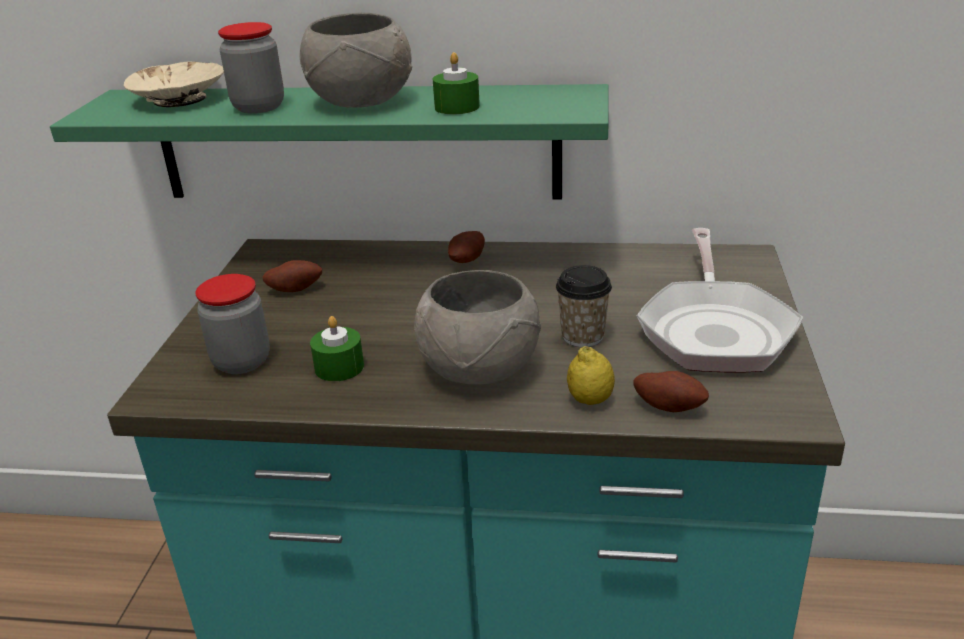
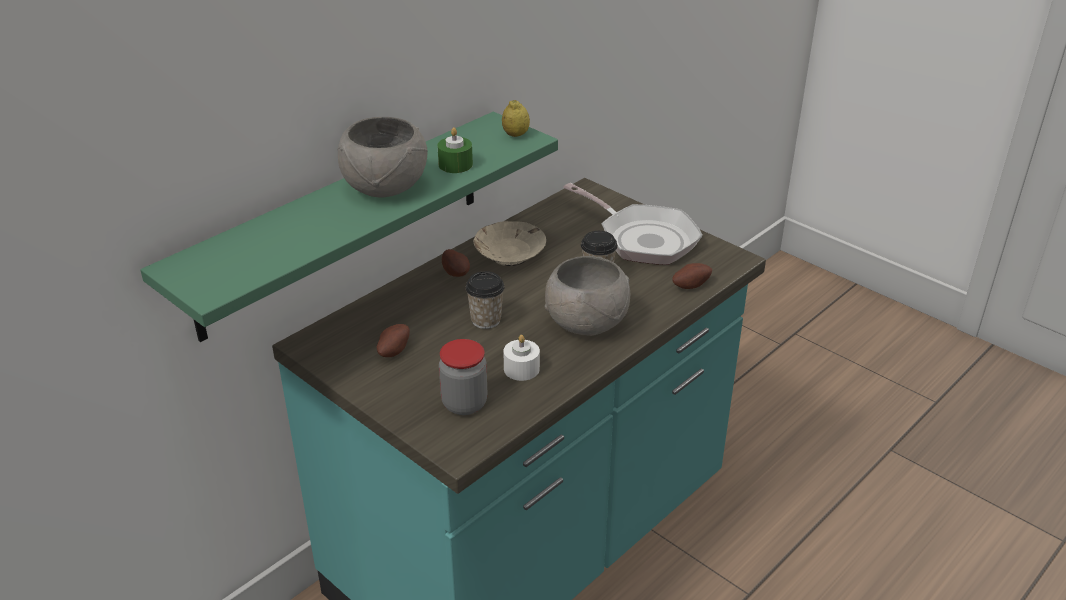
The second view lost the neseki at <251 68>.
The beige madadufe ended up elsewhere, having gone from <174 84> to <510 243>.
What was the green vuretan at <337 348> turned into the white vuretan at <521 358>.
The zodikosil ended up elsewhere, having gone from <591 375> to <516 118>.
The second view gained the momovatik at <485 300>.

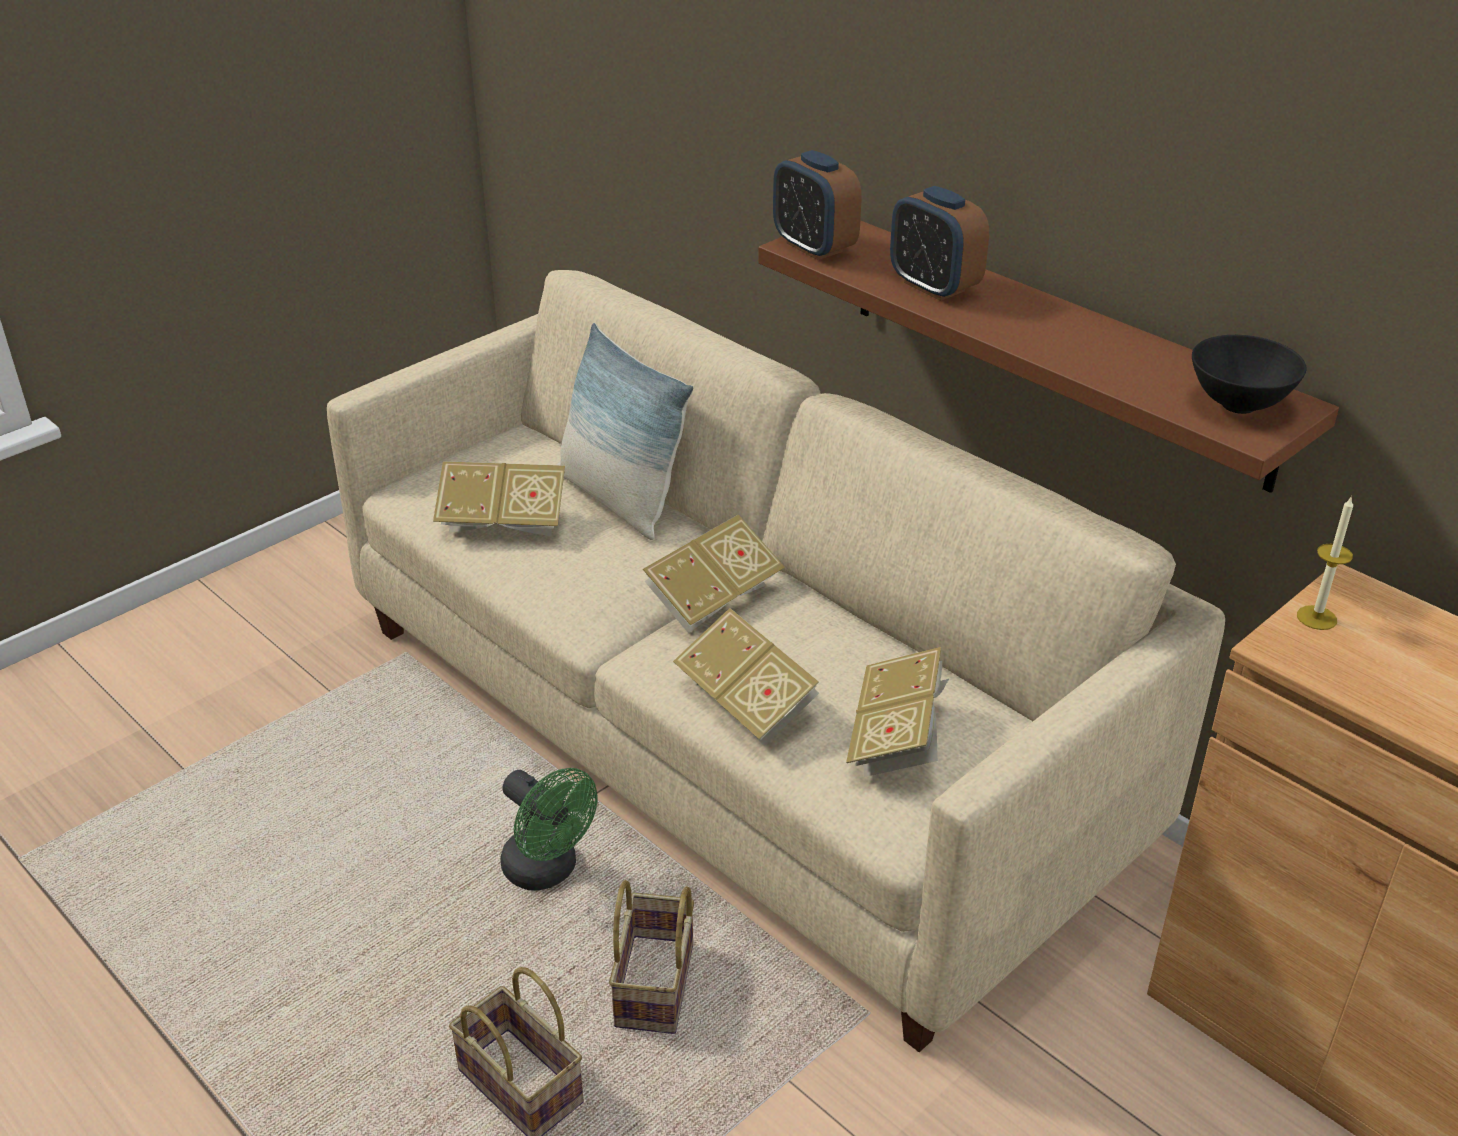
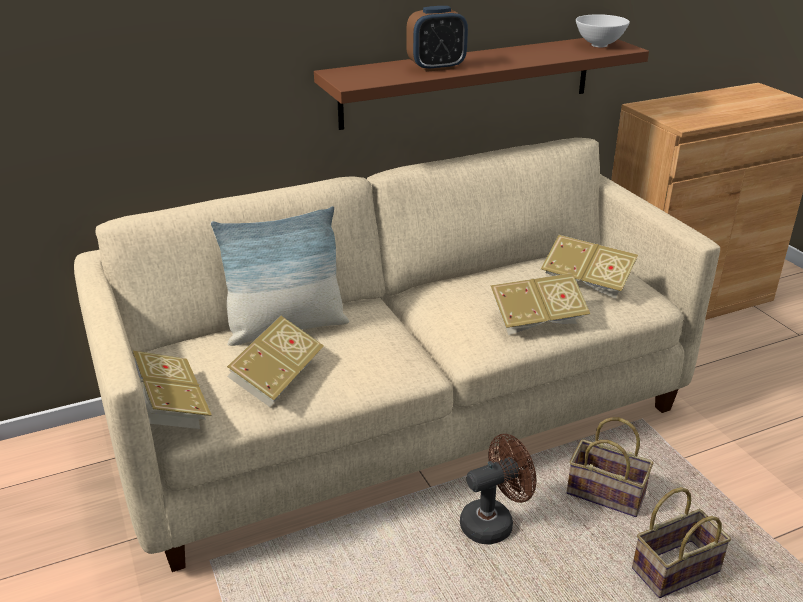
The second view lost the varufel at <817 205>.
What was the black madadufe at <1249 374> turned into the white madadufe at <603 30>.
The second view lost the vuretan at <1325 563>.
The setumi ended up elsewhere, having gone from <714 574> to <172 390>.
What was the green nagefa at <549 829> turned into the brown nagefa at <498 489>.

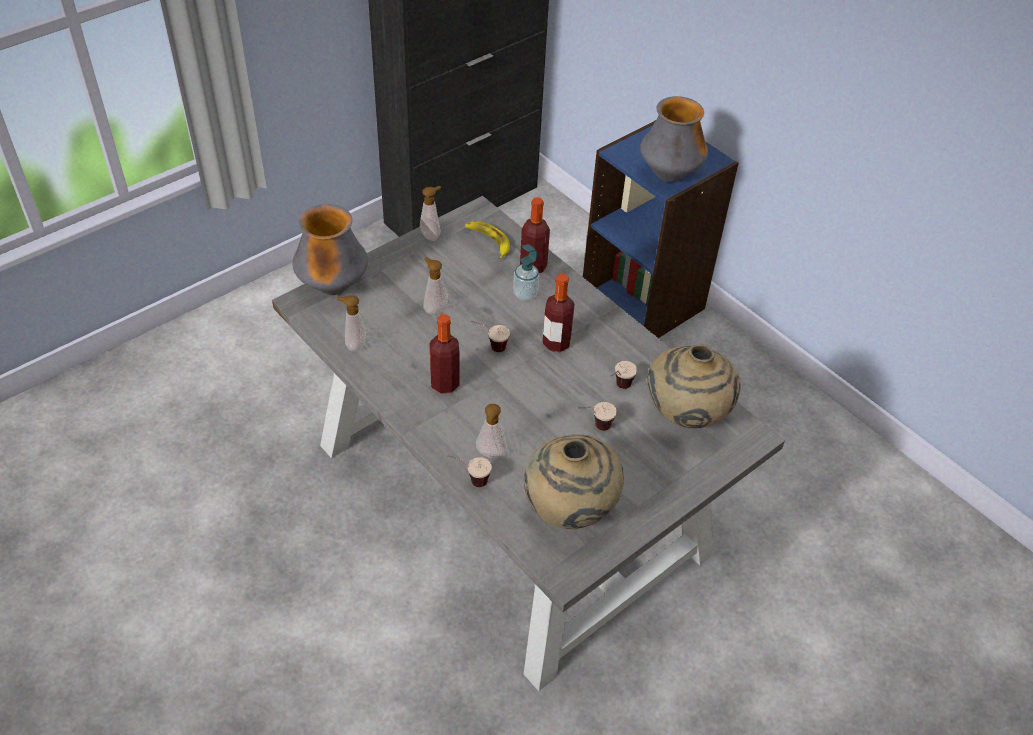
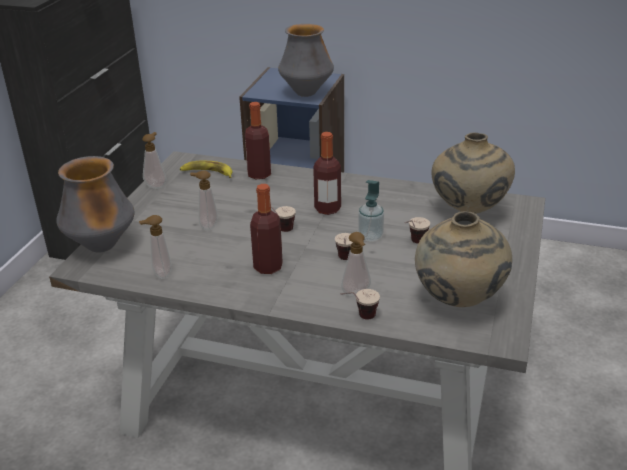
The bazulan ended up elsewhere, having gone from <526 272> to <371 211>.
The momovatik ended up elsewhere, having gone from <624 375> to <344 246>.

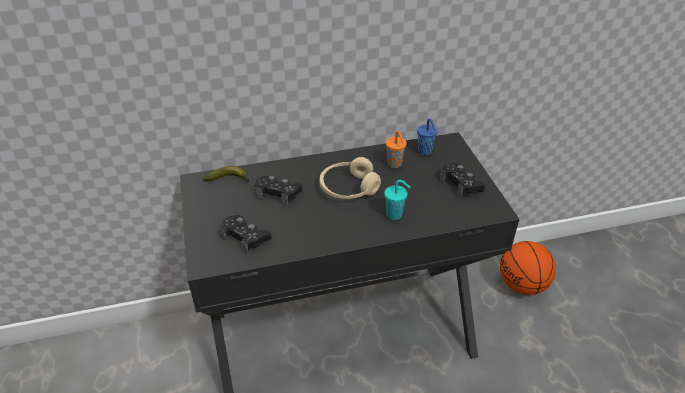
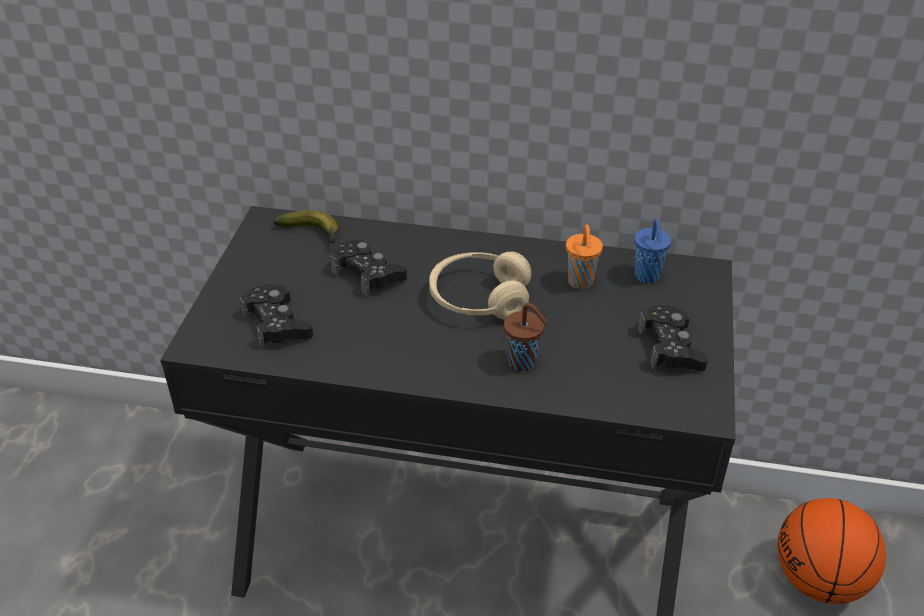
What was the turquoise momovatik at <397 200> turned into the brown momovatik at <525 337>.

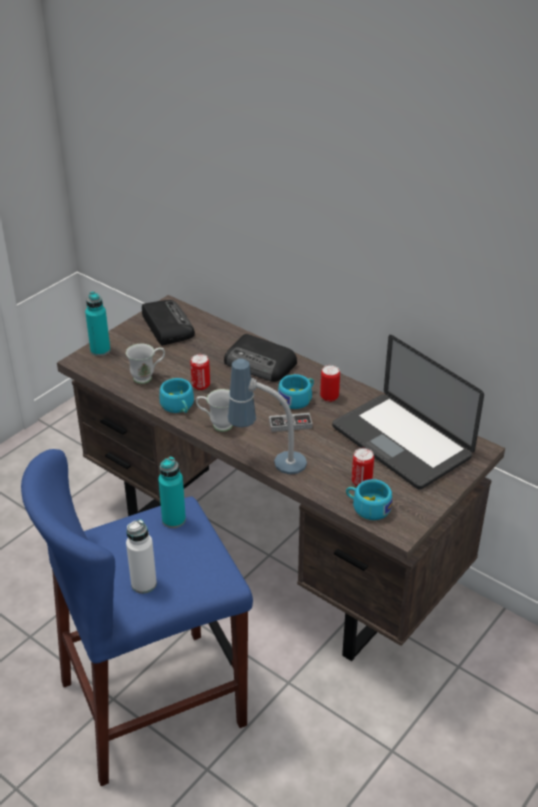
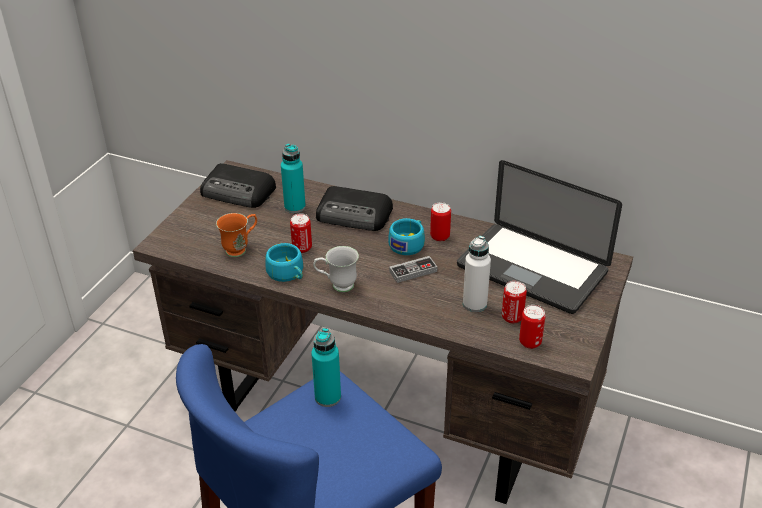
The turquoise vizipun ended up elsewhere, having gone from <97 323> to <293 178>.
The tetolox at <168 323> ended up facing another way, 150 degrees clockwise from before.
What was the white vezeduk at <145 364> turned into the orange vezeduk at <236 235>.
The second view lost the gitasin at <267 416>.
Where the turquoise momovatik stood at <369 499>, the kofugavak came to stand at <532 327>.
The white vizipun ended up elsewhere, having gone from <141 556> to <477 274>.

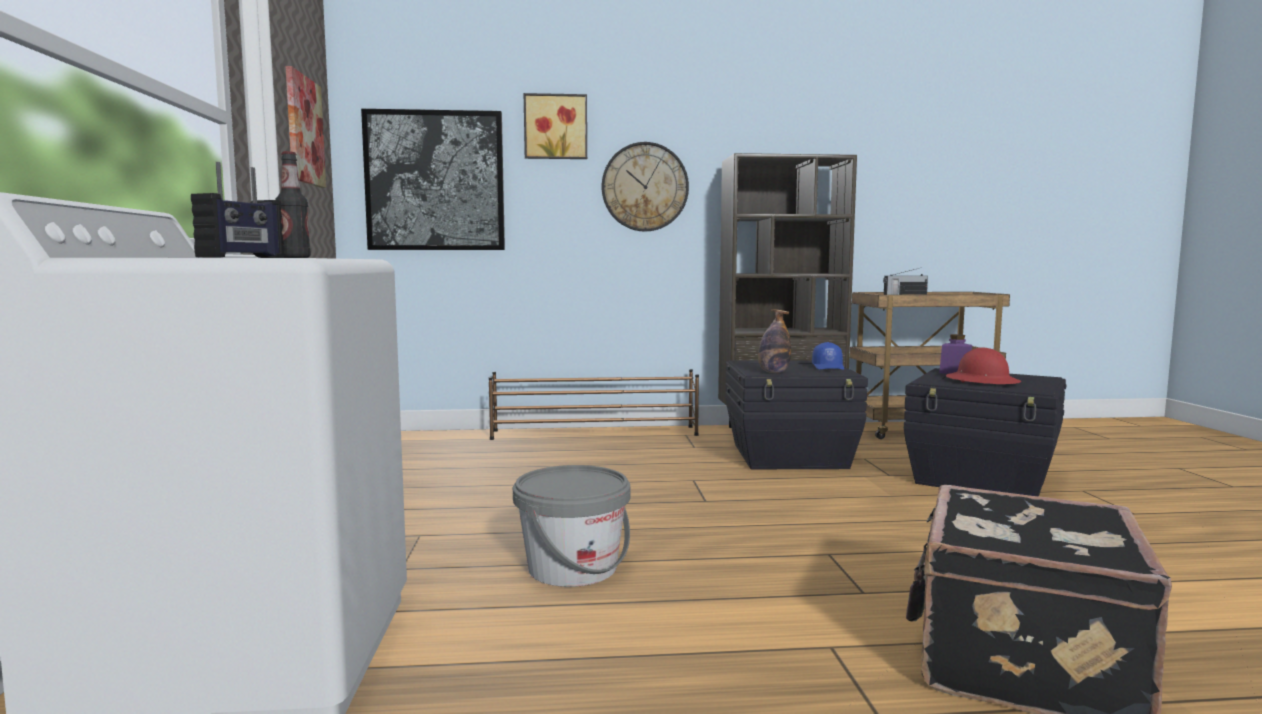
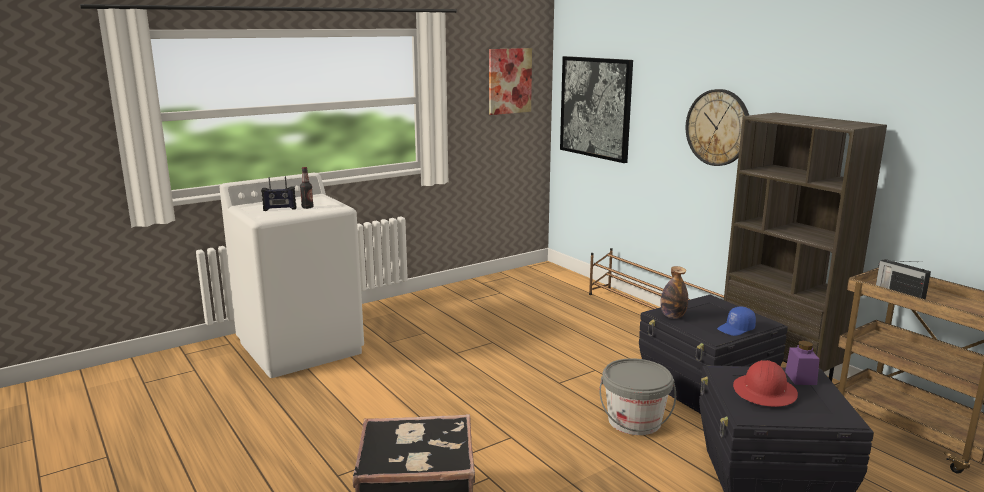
The second view lost the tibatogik at <555 126>.
The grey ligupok ended up elsewhere, having gone from <571 526> to <637 396>.

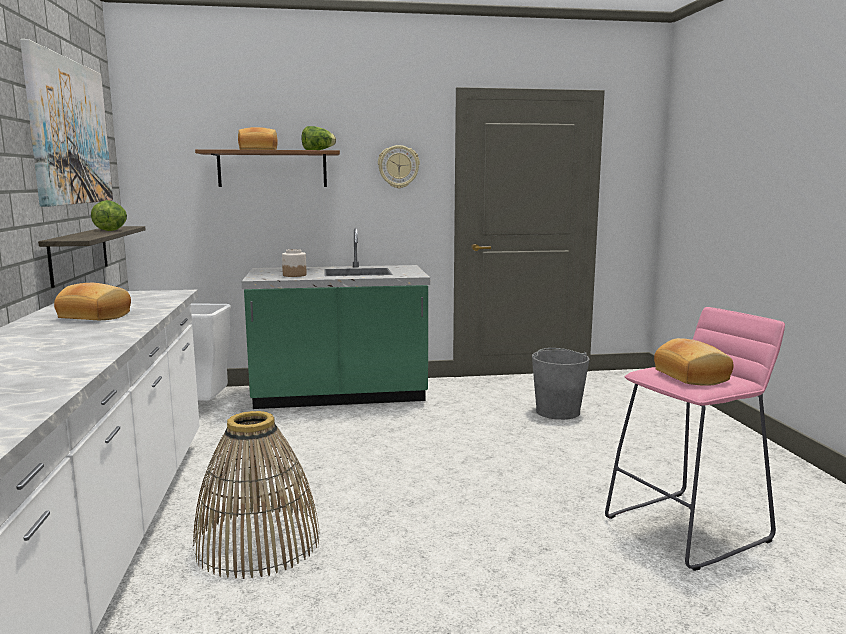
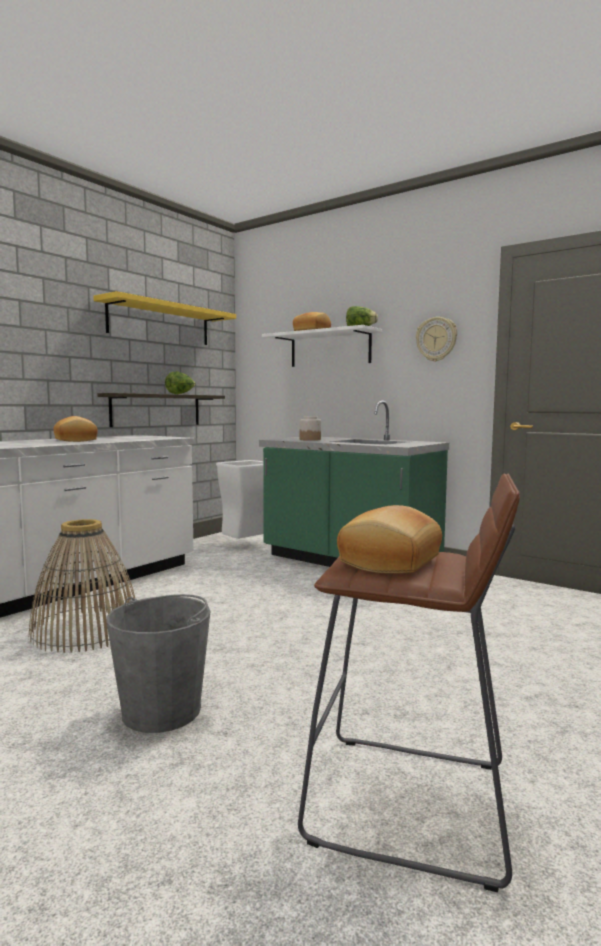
Where the tibatogik hung at <66 123>, the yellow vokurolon came to hang at <164 318>.
What was the brown vokurolon at <267 168> turned into the white vokurolon at <322 346>.
What was the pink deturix at <695 439> turned into the brown deturix at <409 683>.
The grey ligupok ended up elsewhere, having gone from <560 384> to <158 663>.

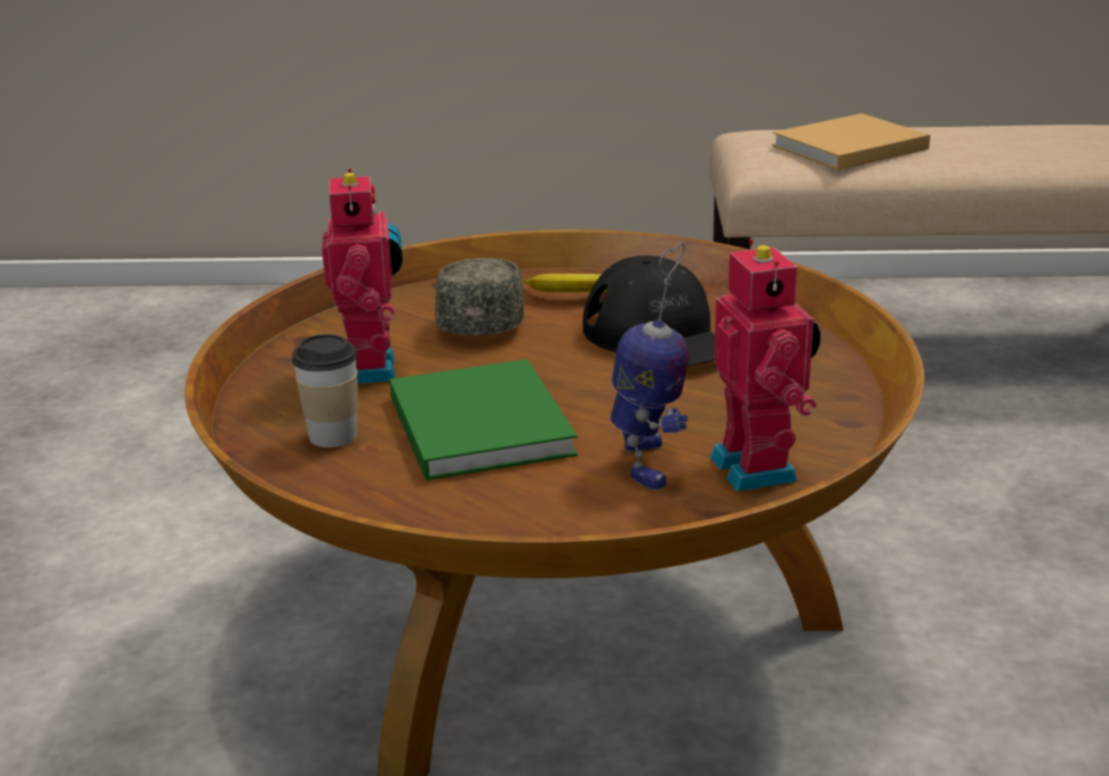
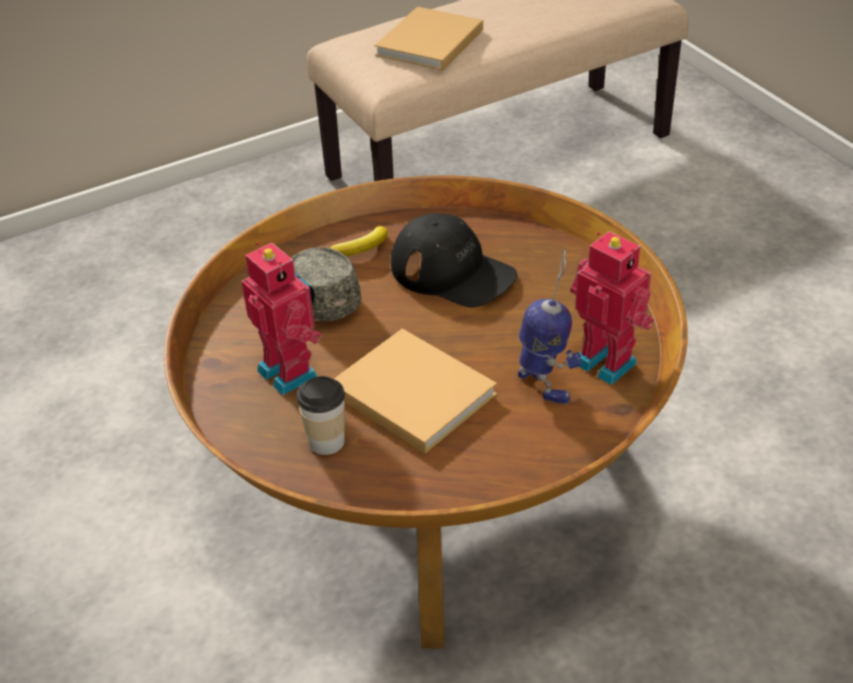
What was the green setumi at <484 420> turned into the beige setumi at <415 391>.

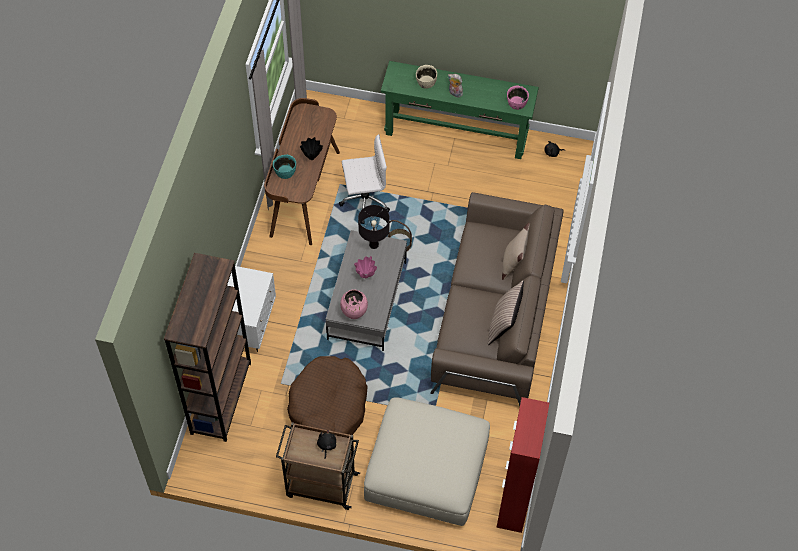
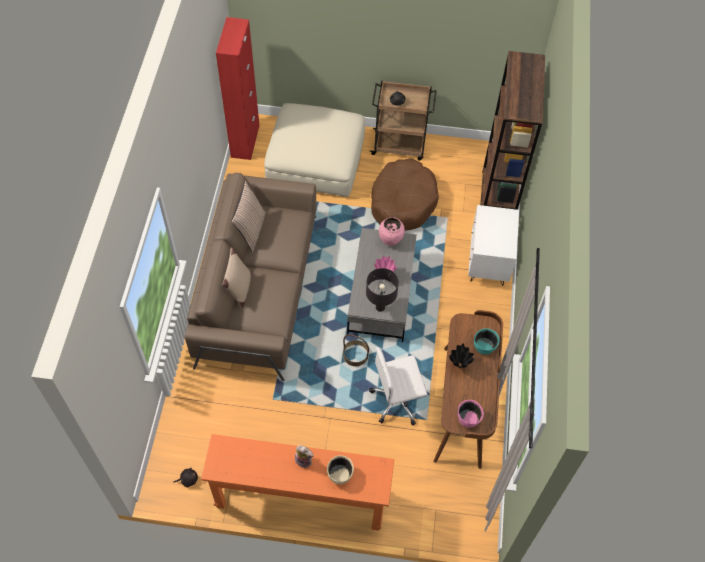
What was the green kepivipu at <460 110> turned into the orange kepivipu at <297 482>.
The pink madadufe ended up elsewhere, having gone from <518 98> to <470 414>.

